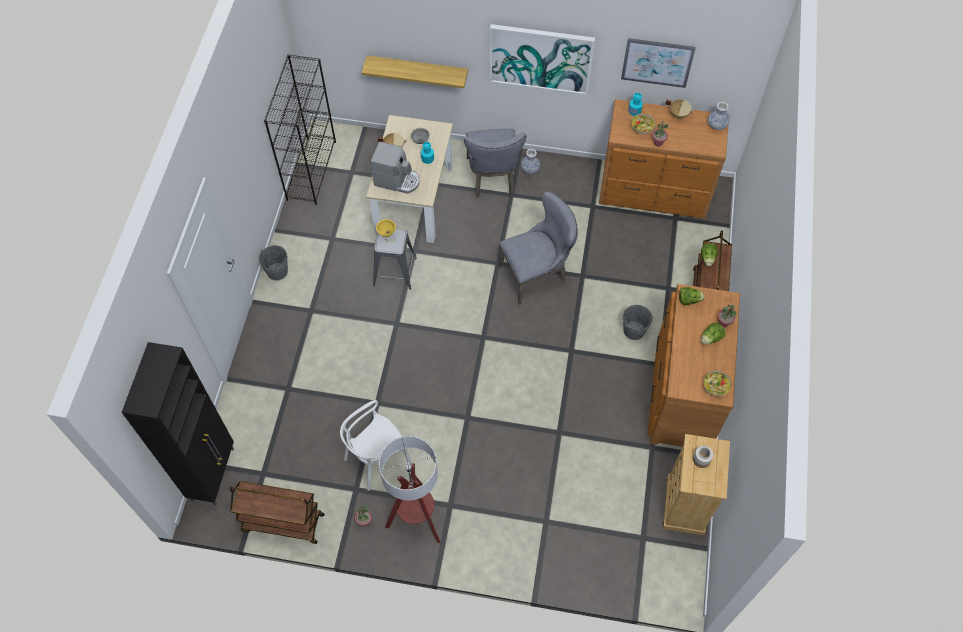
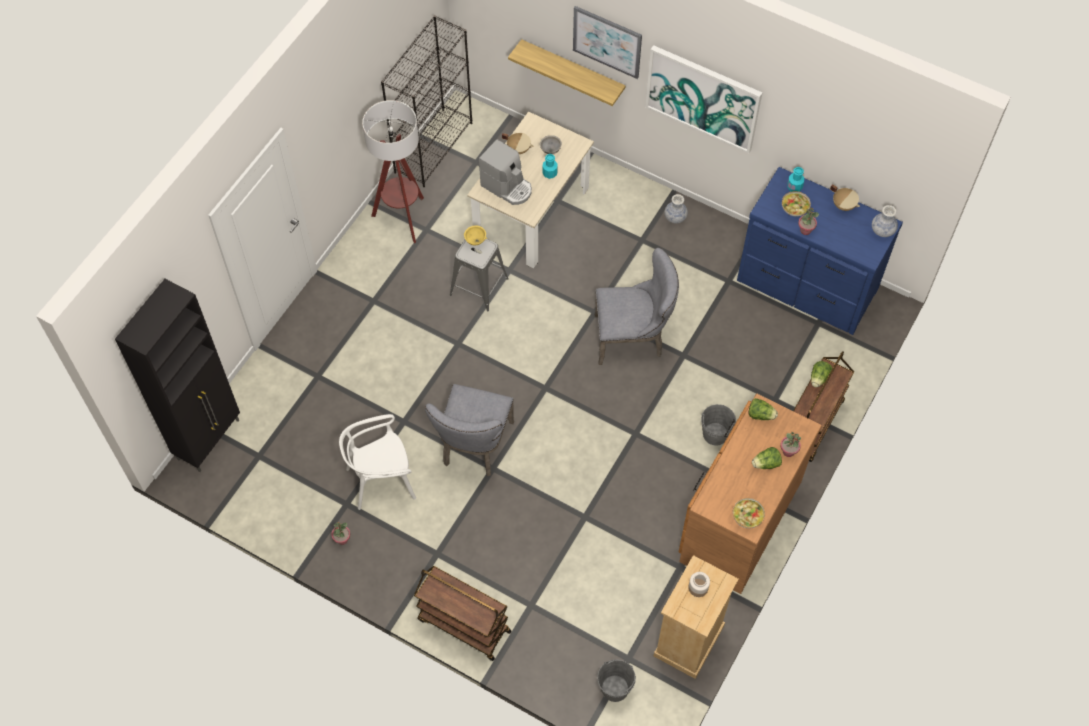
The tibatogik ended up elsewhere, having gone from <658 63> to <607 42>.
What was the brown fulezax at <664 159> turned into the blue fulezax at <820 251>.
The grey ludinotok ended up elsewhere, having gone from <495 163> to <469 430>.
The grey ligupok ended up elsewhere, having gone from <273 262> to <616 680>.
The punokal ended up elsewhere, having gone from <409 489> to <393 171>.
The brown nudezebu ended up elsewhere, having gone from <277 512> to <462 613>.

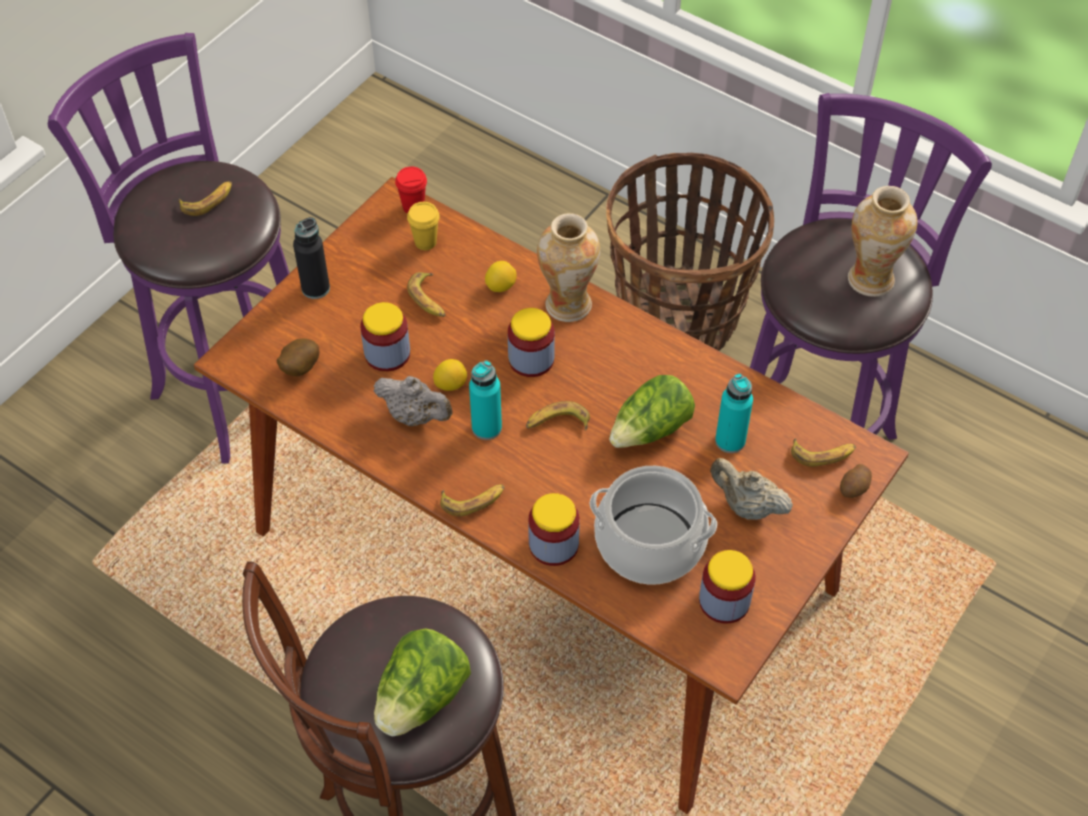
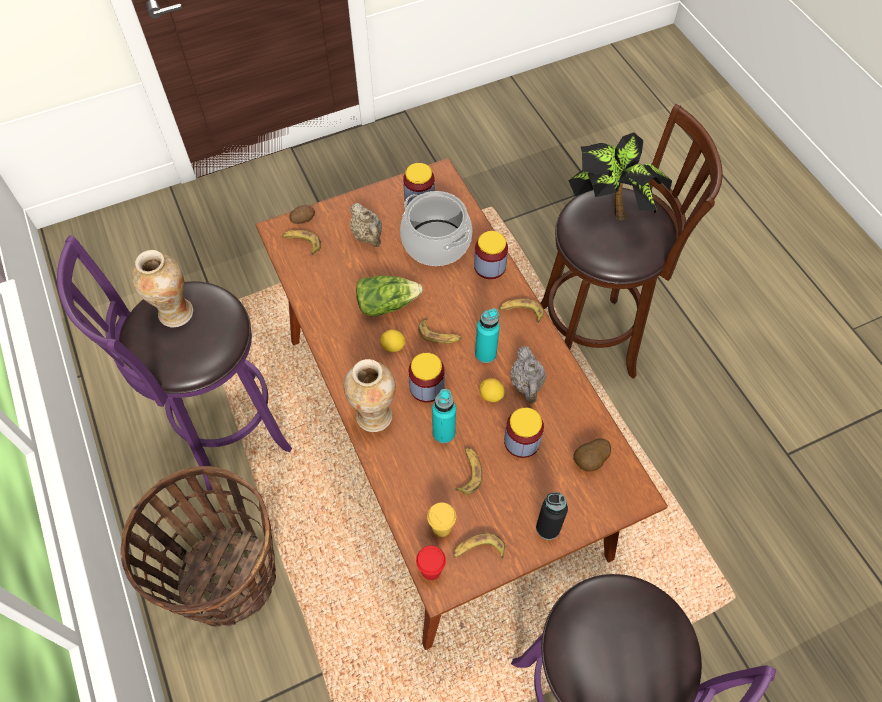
The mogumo ended up elsewhere, having gone from <205 198> to <479 546>.
The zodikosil ended up elsewhere, having gone from <501 276> to <392 340>.
The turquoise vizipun ended up elsewhere, having gone from <734 413> to <444 416>.
The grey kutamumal at <413 401> ended up facing another way, 150 degrees counterclockwise from before.
Where the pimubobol stood at <422 682>, the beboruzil came to stand at <620 176>.

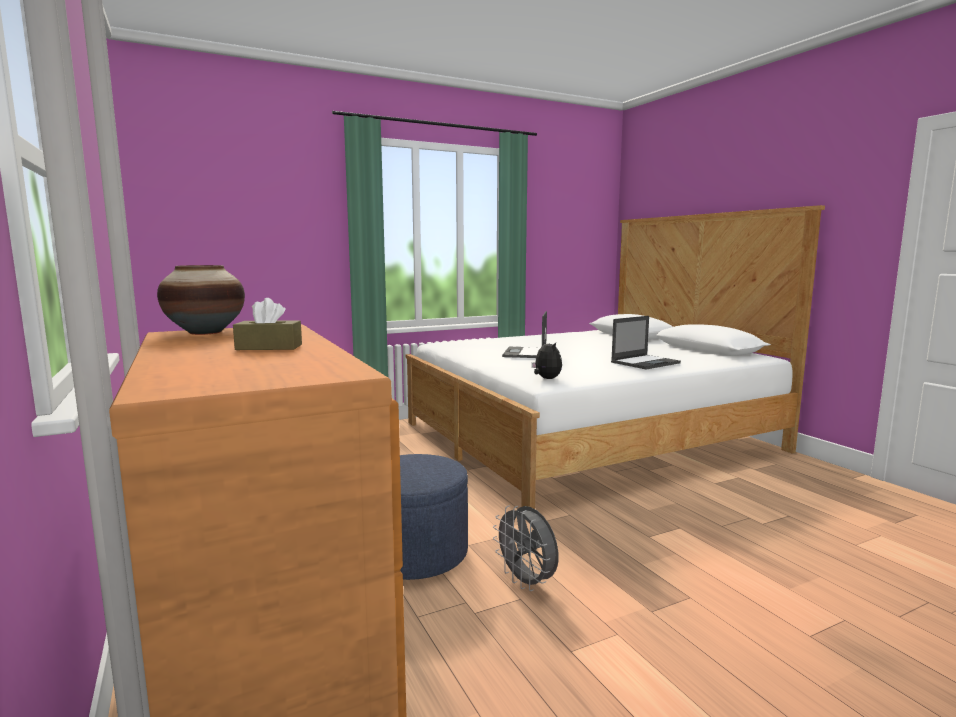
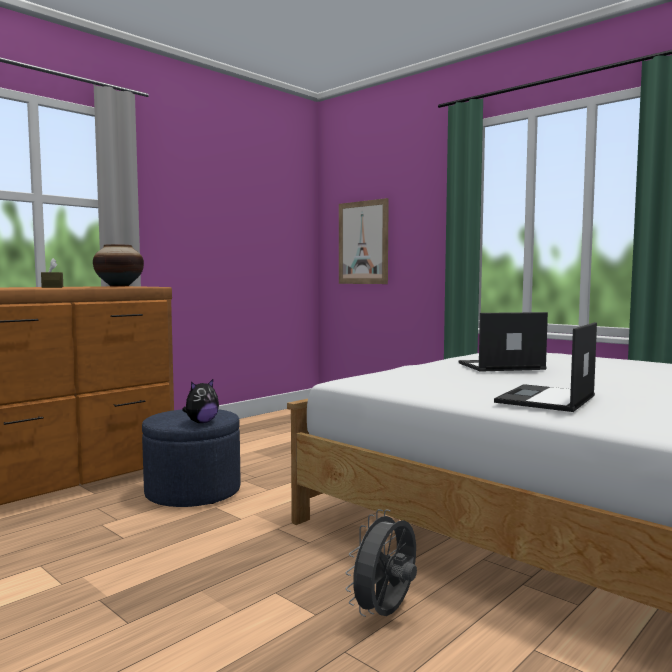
The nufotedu at <646 342> ended up facing another way, 90 degrees clockwise from before.
The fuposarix ended up elsewhere, having gone from <547 359> to <200 401>.
The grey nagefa ended up elsewhere, having gone from <526 548> to <381 563>.
The second view gained the tibatogik at <364 241>.

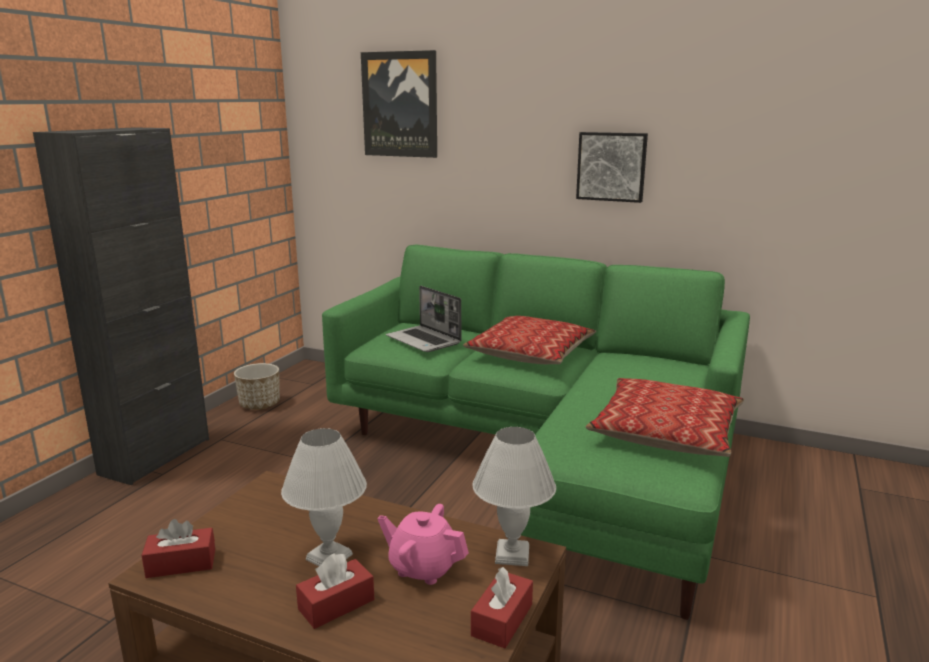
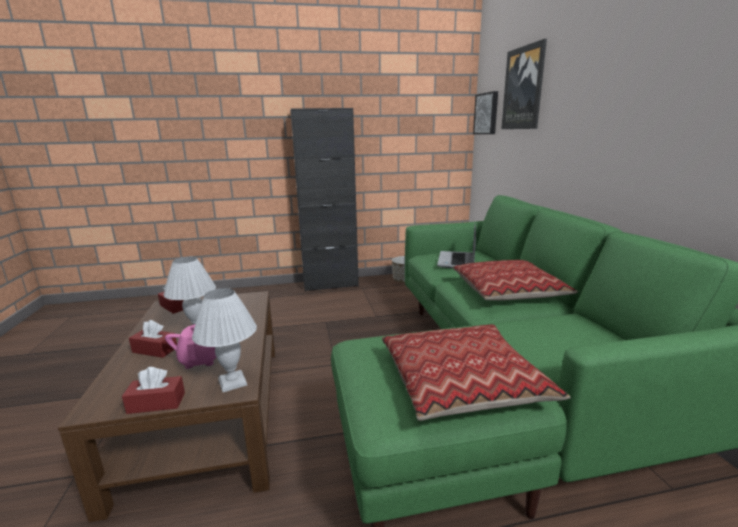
The tibatogik ended up elsewhere, having gone from <612 167> to <485 112>.

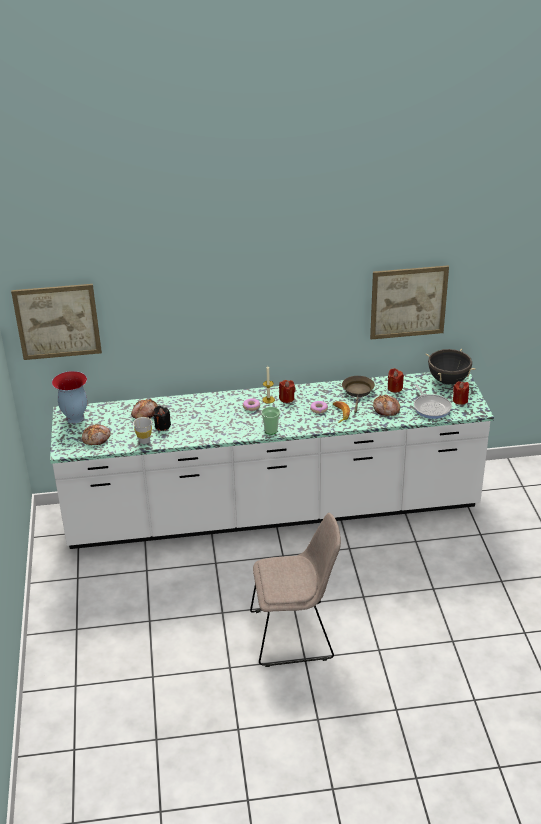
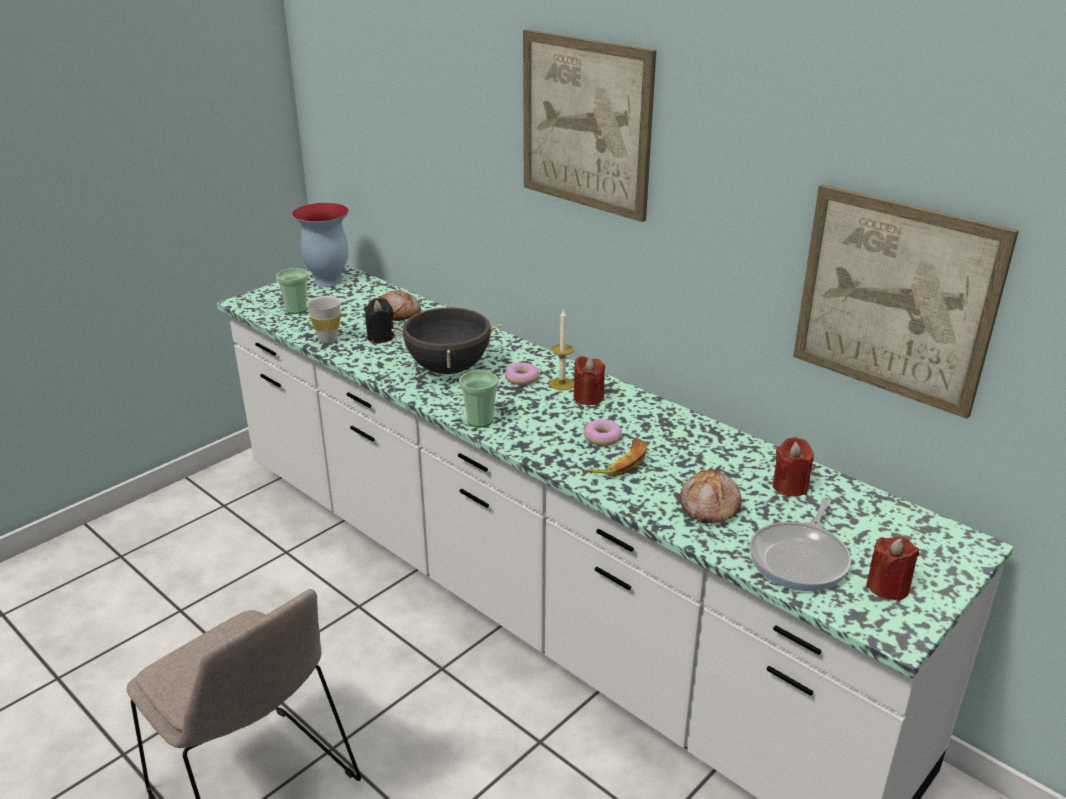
The tibatogik ended up elsewhere, having gone from <56 322> to <589 125>.
The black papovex ended up elsewhere, having gone from <450 366> to <446 339>.
The second view lost the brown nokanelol at <358 394>.
Where the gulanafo stood at <96 434>, the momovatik came to stand at <292 291>.

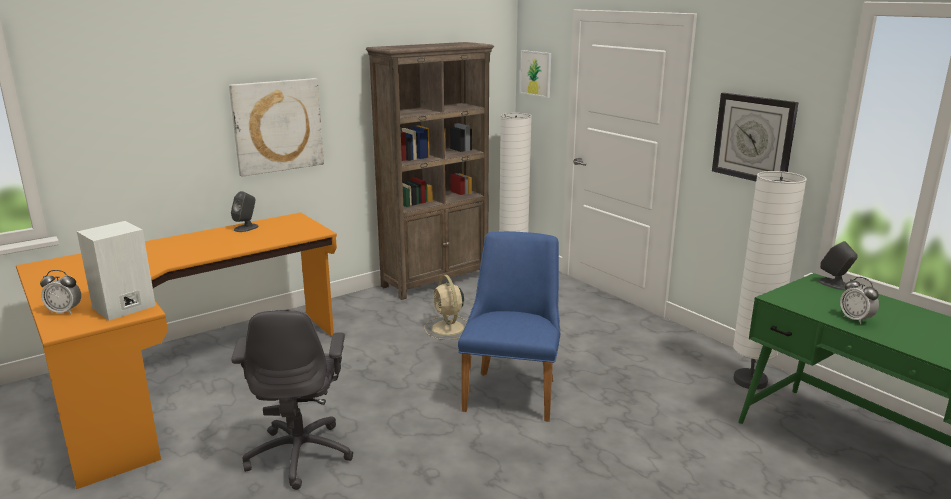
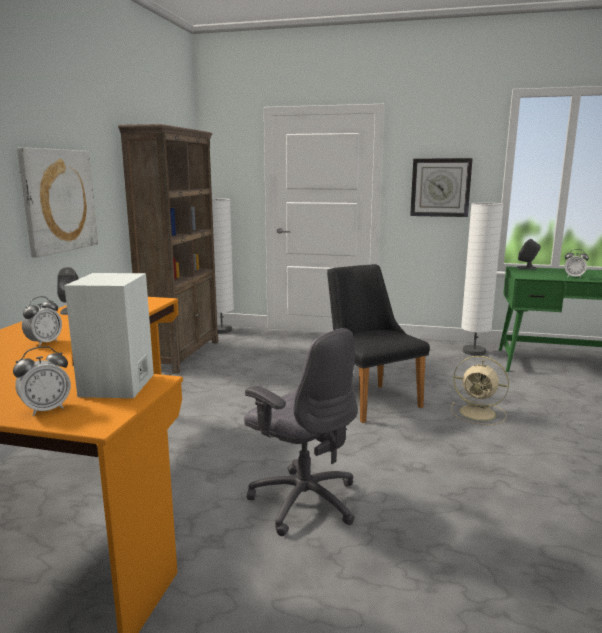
The second view lost the tibatogik at <535 74>.
What was the blue ludinotok at <509 326> turned into the black ludinotok at <378 343>.
The beige nagefa ended up elsewhere, having gone from <445 307> to <480 390>.
The second view gained the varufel at <42 321>.

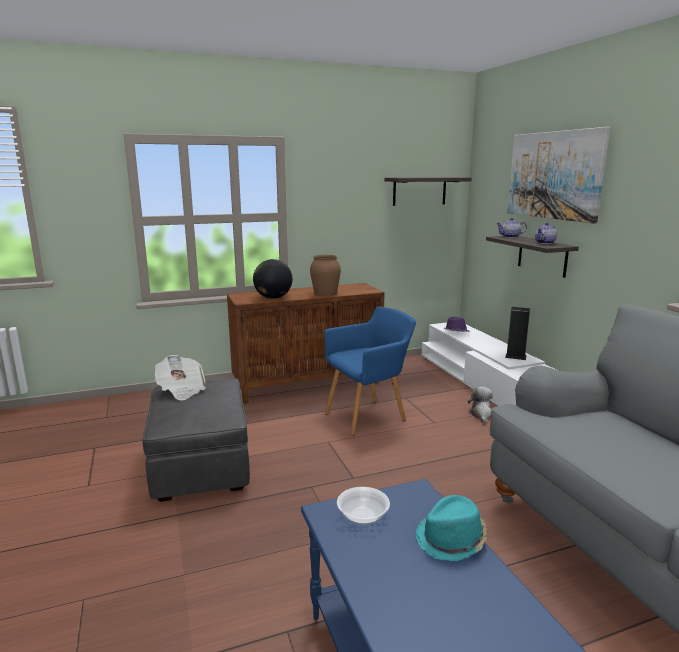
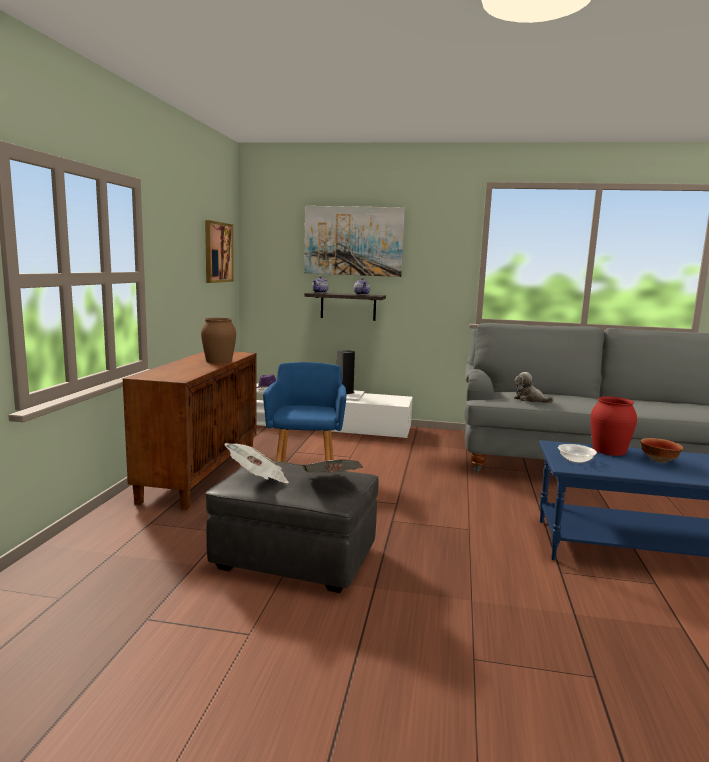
Where the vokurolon hung at <428 191>, the tibatogik came to hang at <219 251>.
The second view lost the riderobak at <273 279>.
The fuposarix ended up elsewhere, having gone from <480 405> to <533 387>.
Where the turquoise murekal stood at <451 528>, the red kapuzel came to stand at <614 426>.
The second view gained the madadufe at <661 450>.
The second view gained the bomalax at <332 466>.

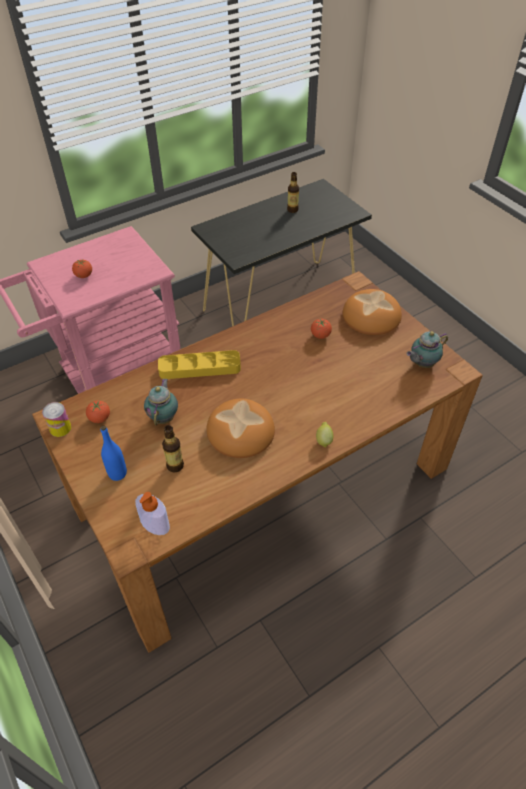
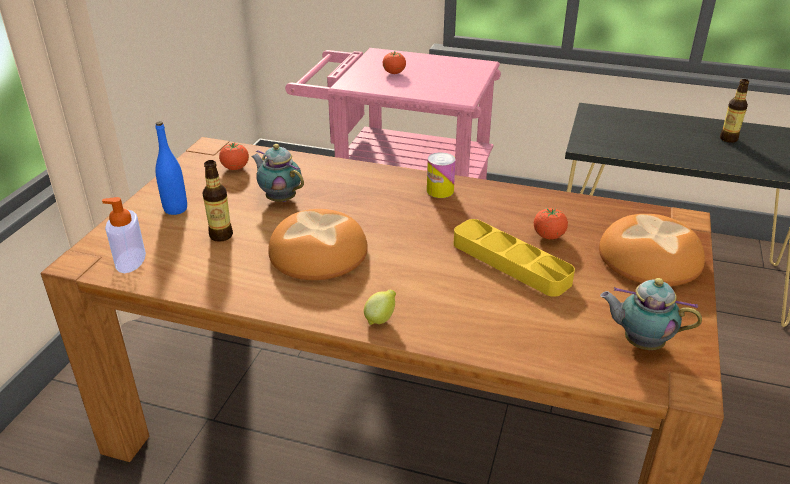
The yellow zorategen ended up elsewhere, having gone from <199 364> to <514 258>.
The kutamumal at <161 402> ended up facing another way, 105 degrees counterclockwise from before.
The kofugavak ended up elsewhere, having gone from <56 419> to <441 175>.

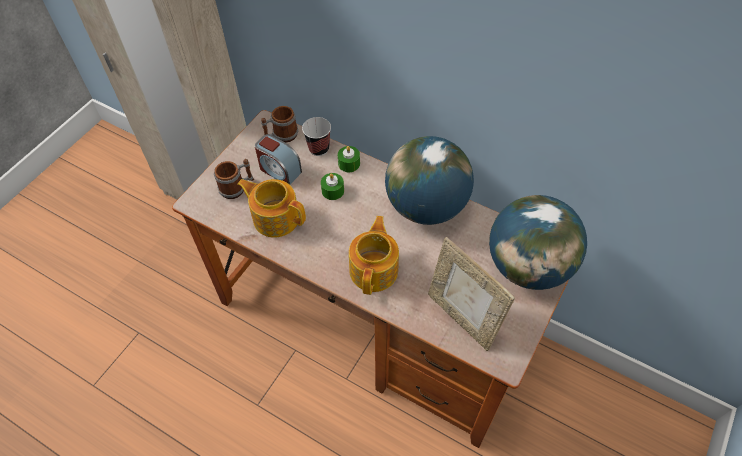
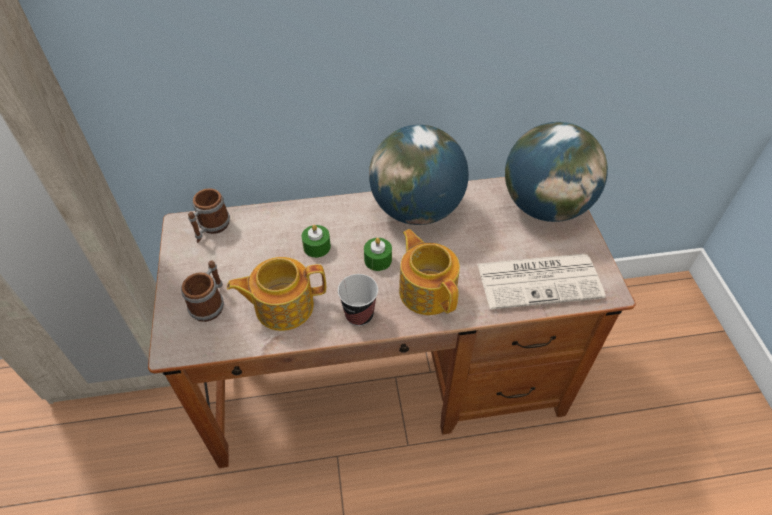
The momovatik ended up elsewhere, having gone from <316 136> to <358 300>.
The second view lost the varufel at <278 159>.
The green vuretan ended up elsewhere, having gone from <349 159> to <378 254>.
Where the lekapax stood at <471 294>, the bomalax came to stand at <541 282>.

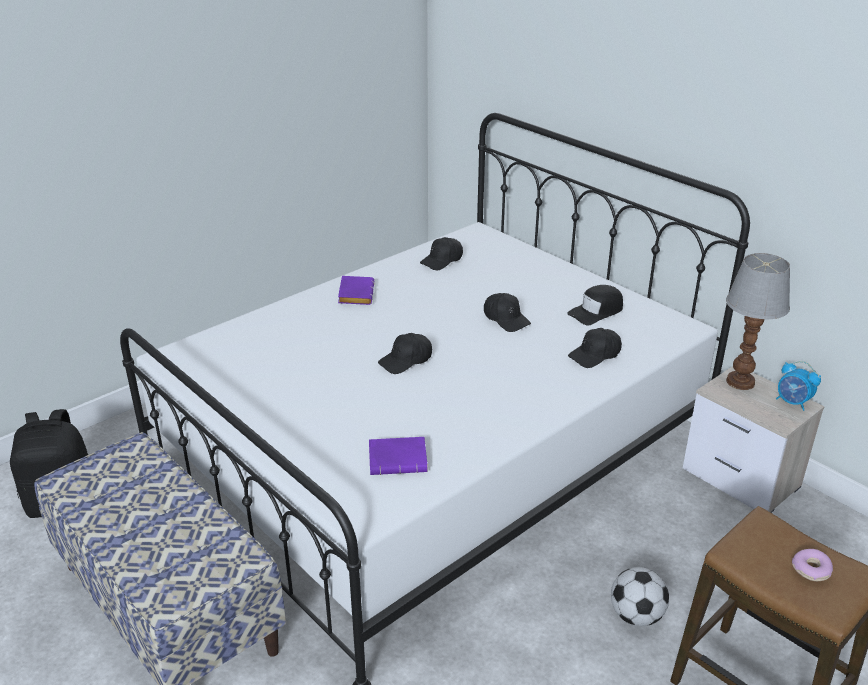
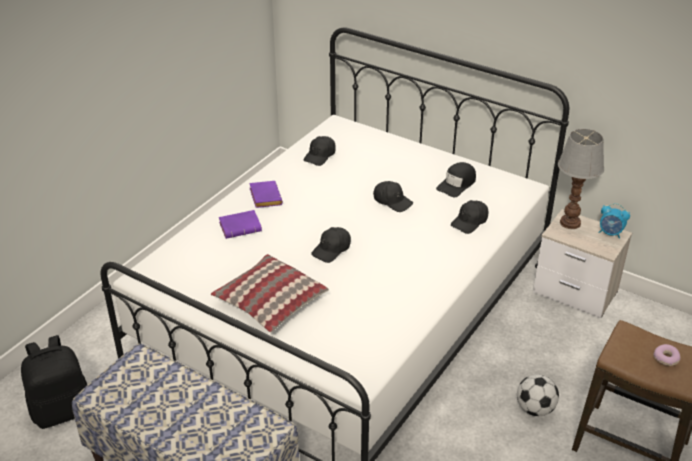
The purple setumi ended up elsewhere, having gone from <398 456> to <240 224>.
The second view gained the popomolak at <270 293>.

